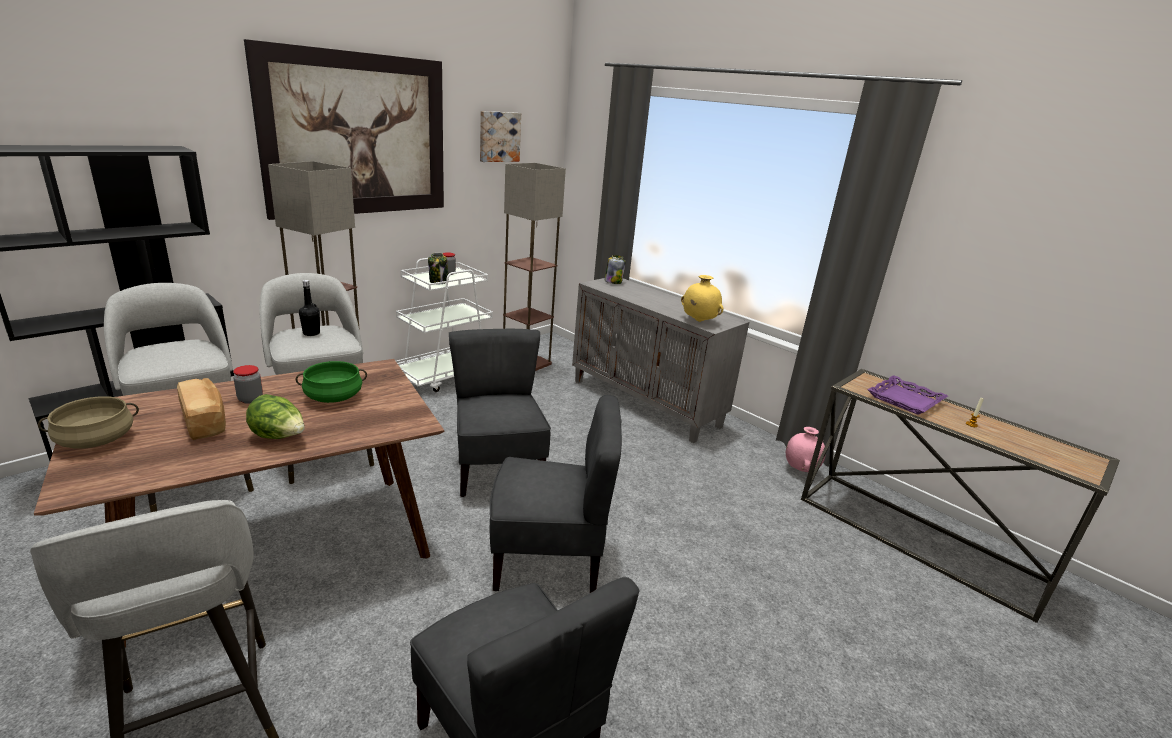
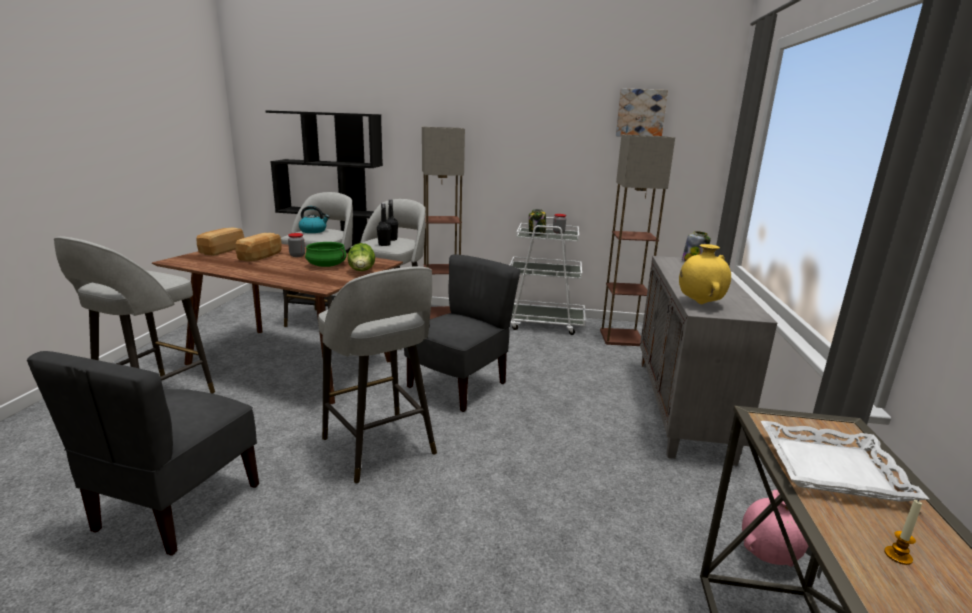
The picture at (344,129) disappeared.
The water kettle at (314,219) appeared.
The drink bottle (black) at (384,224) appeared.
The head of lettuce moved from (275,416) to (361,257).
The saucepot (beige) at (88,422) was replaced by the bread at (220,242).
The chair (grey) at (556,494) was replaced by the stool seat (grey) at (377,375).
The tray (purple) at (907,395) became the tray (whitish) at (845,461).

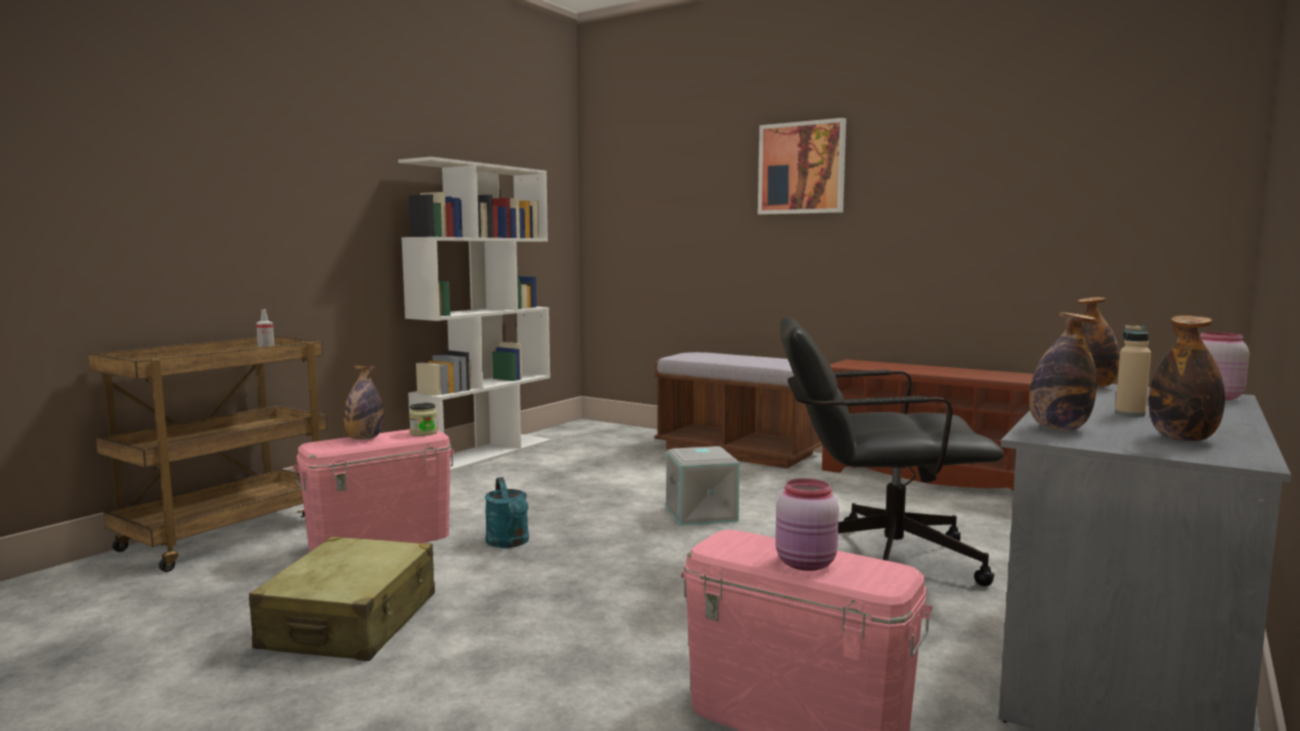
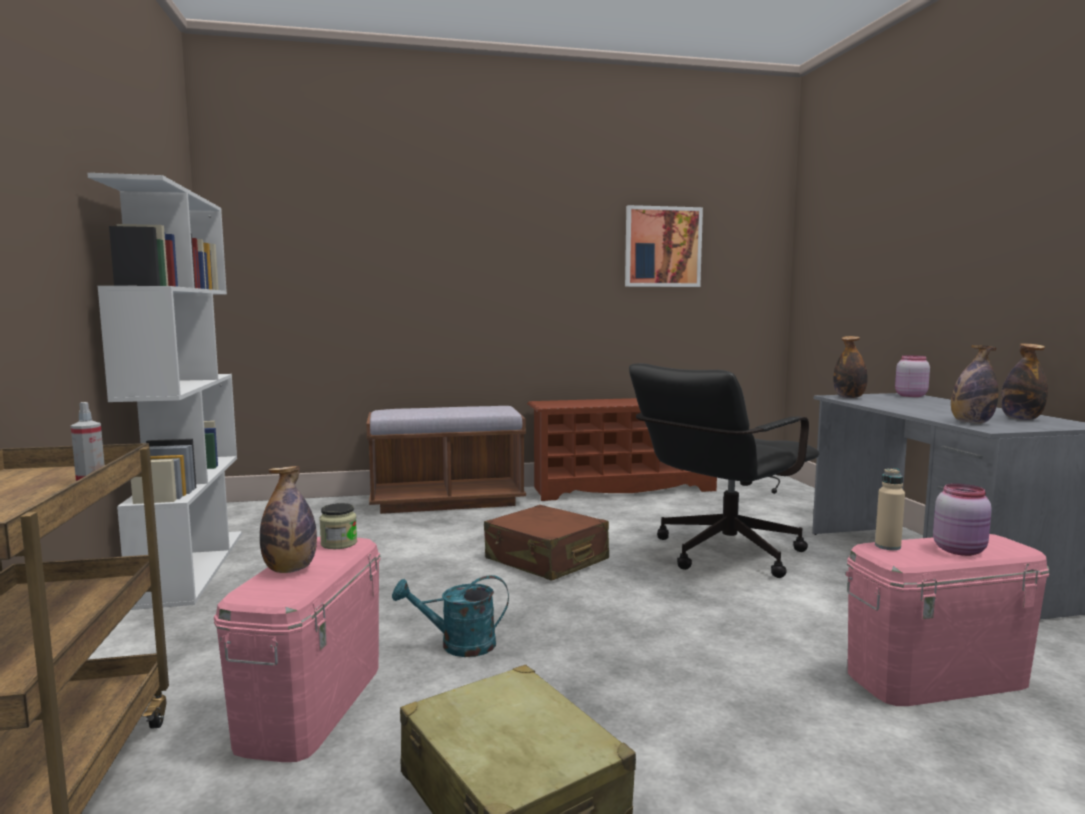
The picture moved from (802,166) to (664,246).
The drink bottle (beige) moved from (1133,370) to (890,509).
The storage container (grey) at (703,486) was replaced by the travel case (brown-coloured) at (546,543).
The watering pot (turquoise-coloured) at (507,512) turned 150 degrees clockwise.

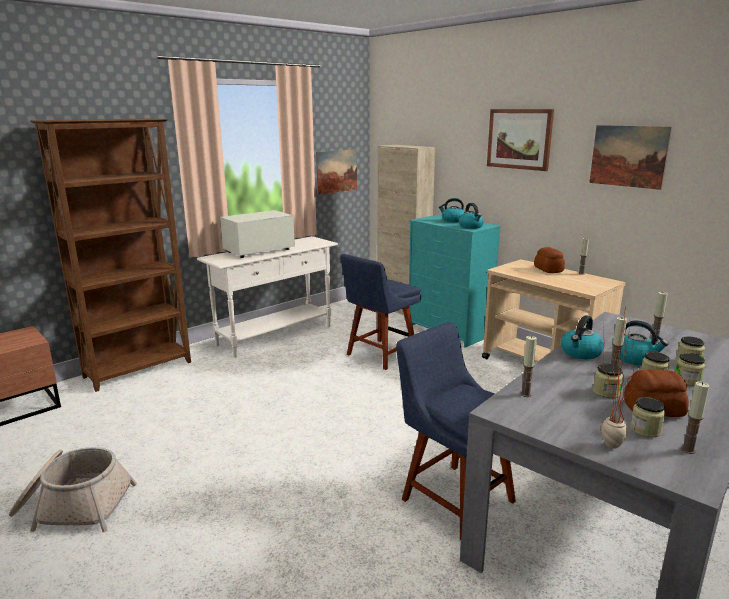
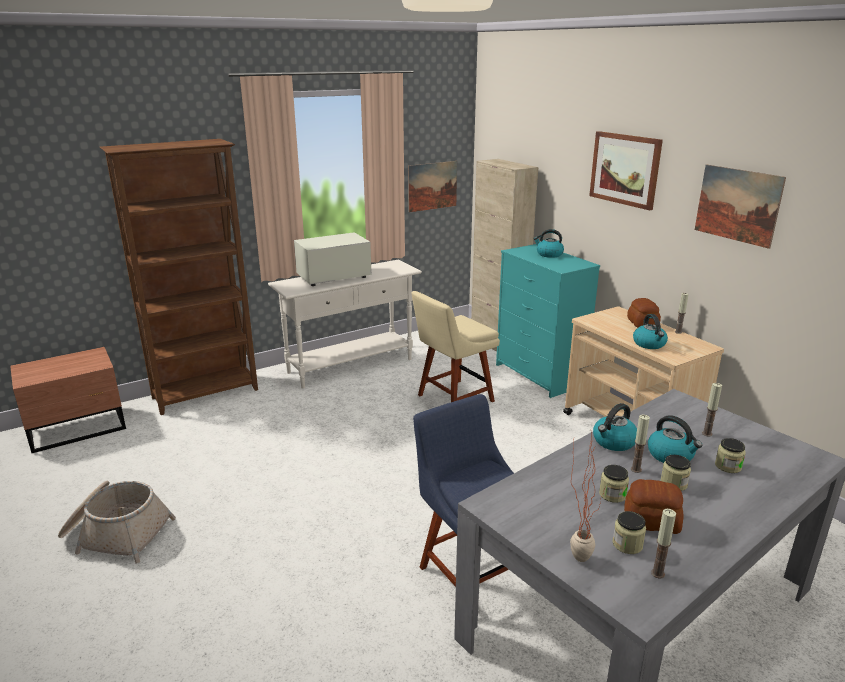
The candle at (528,366) disappeared.
The storage jar at (690,369) disappeared.
The water kettle moved from (471,216) to (650,331).
The chair (blue) at (380,312) became the chair (beige) at (455,346).

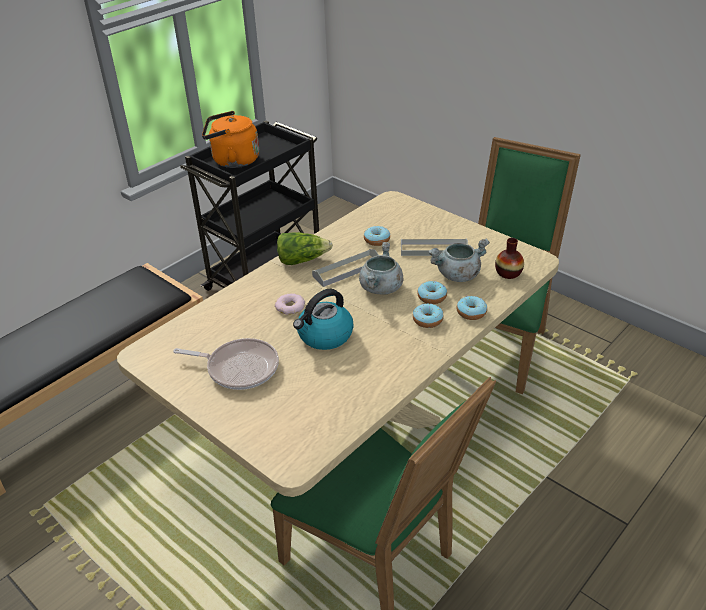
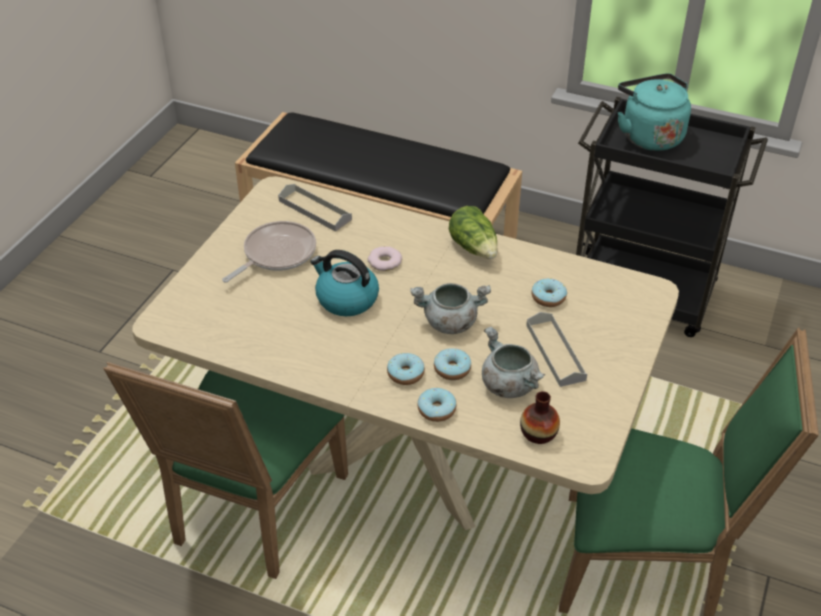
The tray (grey) moved from (345,268) to (315,208).
The water kettle (orange) at (230,139) became the water kettle (turquoise-coloured) at (654,112).
The frying pan at (226,364) turned 135 degrees counterclockwise.

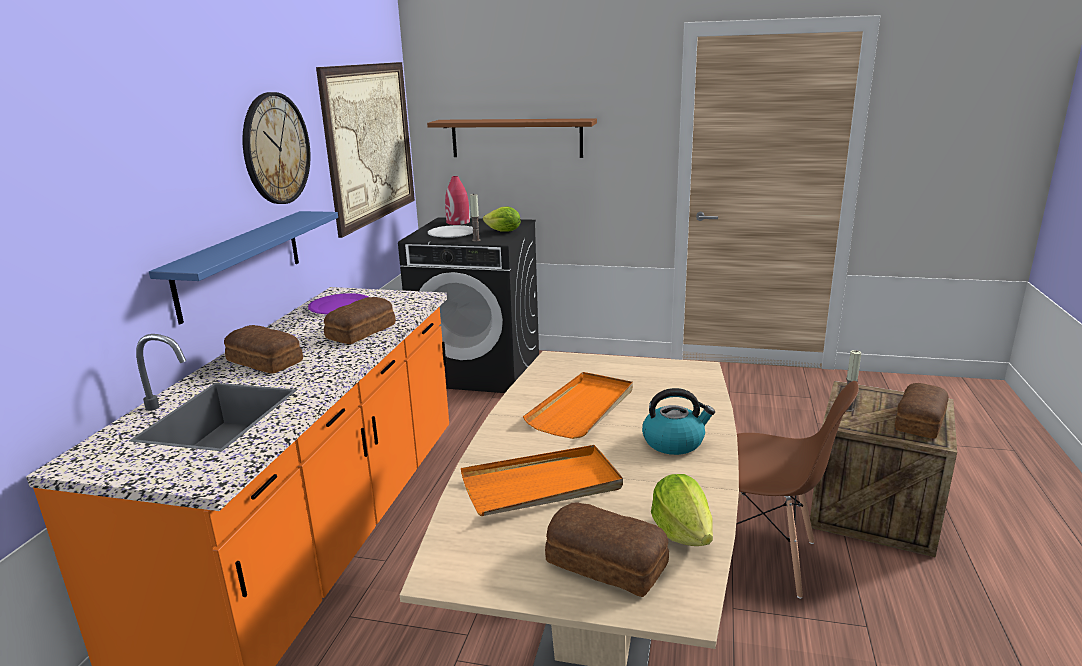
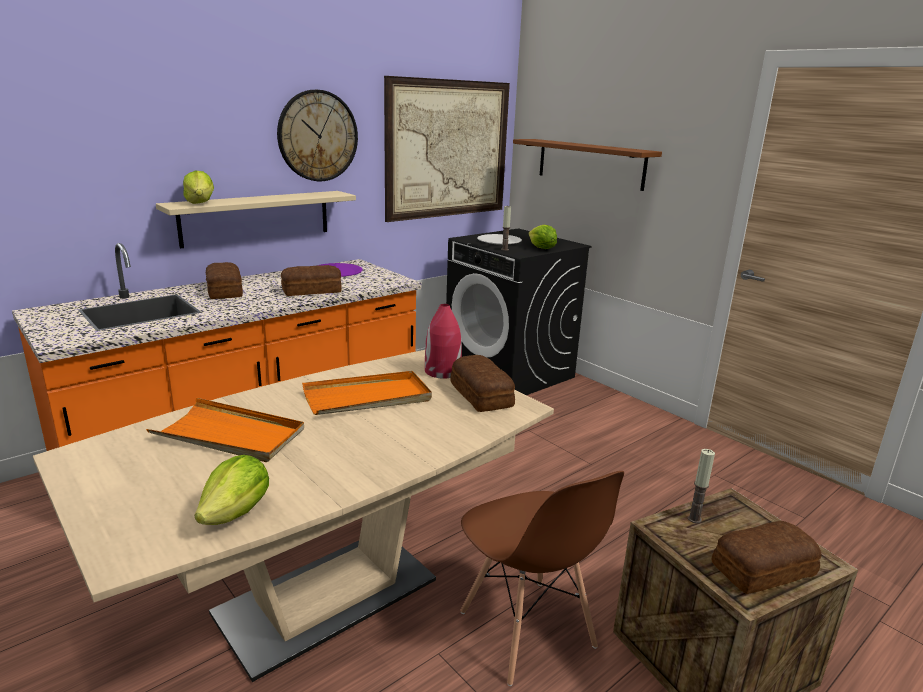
The water kettle at (678,421) disappeared.
The head of lettuce at (198,187) appeared.
The decorative vase (red) moved from (457,200) to (443,341).
The bread moved from (607,549) to (482,383).
The wall shelf (blue) at (243,267) became the wall shelf (beige) at (256,220).

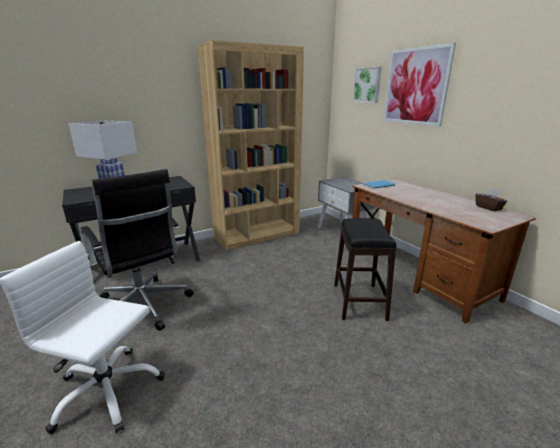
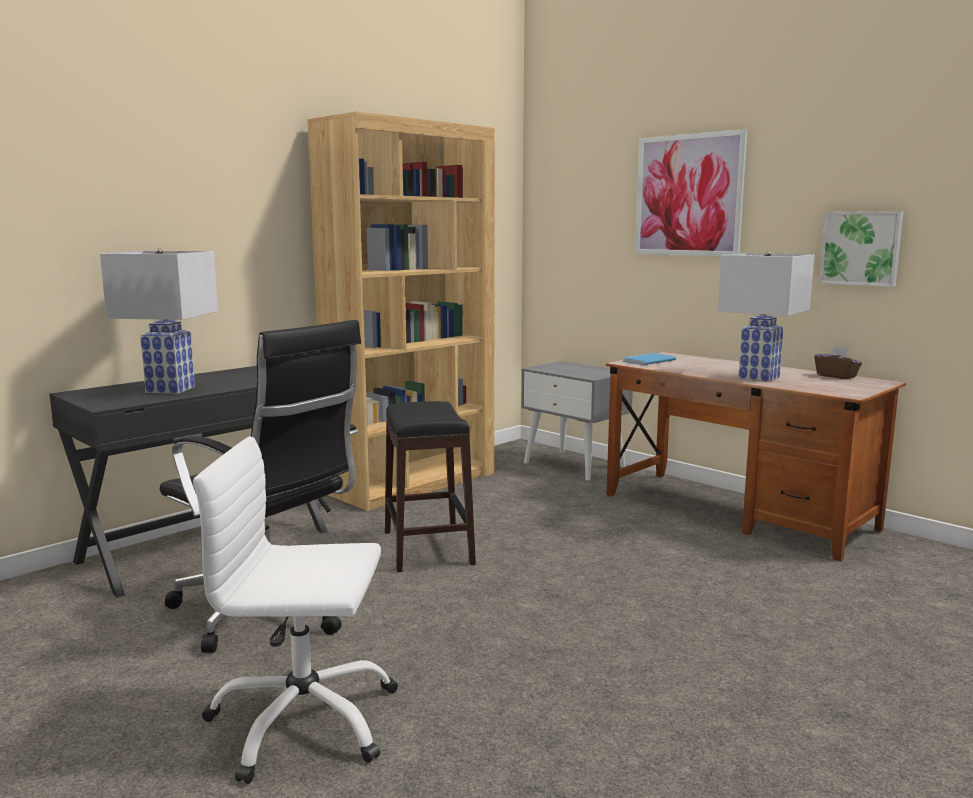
The table lamp (whitish) at (765,316) appeared.
The stool seat (black) moved from (365,269) to (430,486).
The picture moved from (367,85) to (861,249).

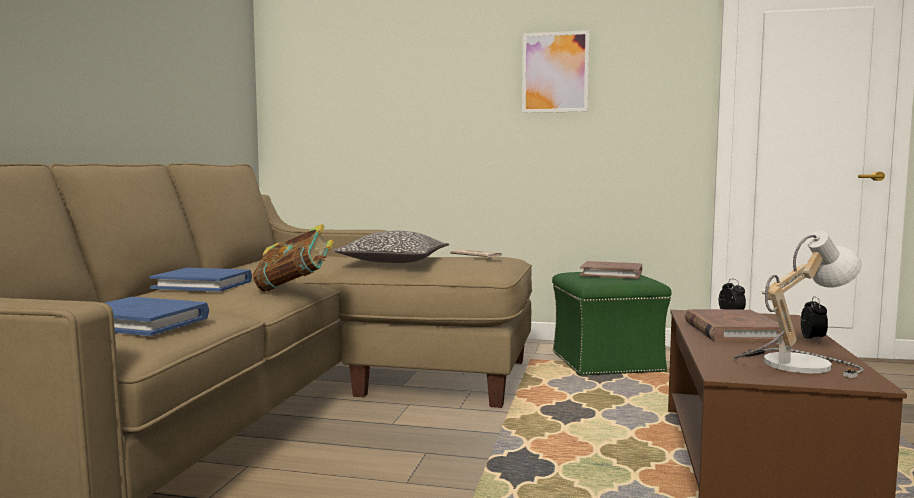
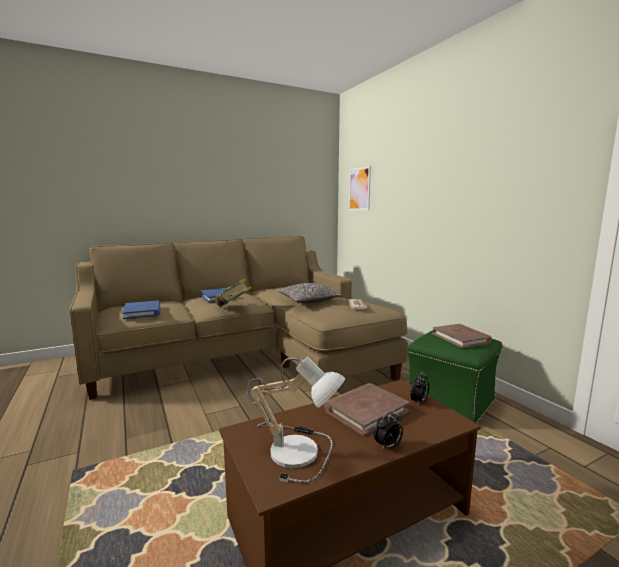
The picture moved from (555,71) to (360,188).

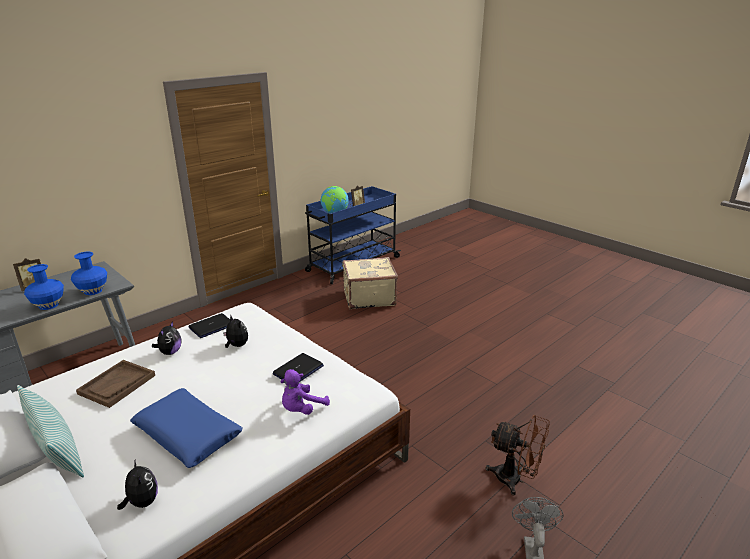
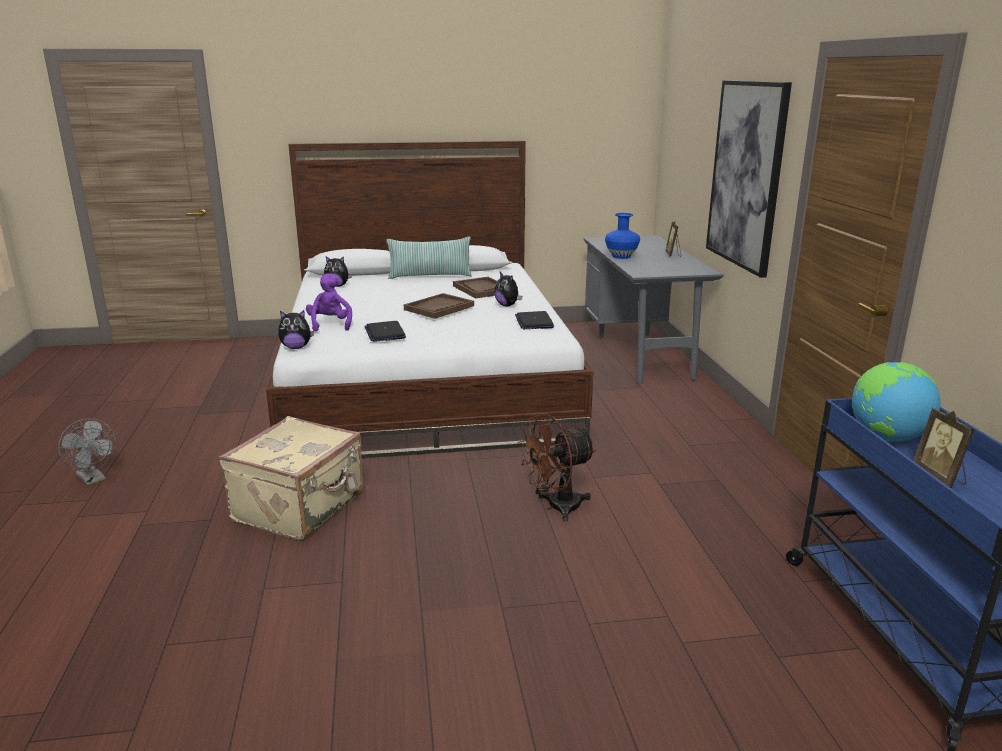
The decorative vase (blue) at (89,273) disappeared.
The cushion (blue) at (186,428) disappeared.
The tray (brown-coloured) at (439,306) appeared.
The picture at (749,179) appeared.
The soft toy moved from (235,332) to (296,329).
The travel case (beige) moved from (370,283) to (291,478).
The electric fan (brown-coloured) moved from (517,455) to (557,467).

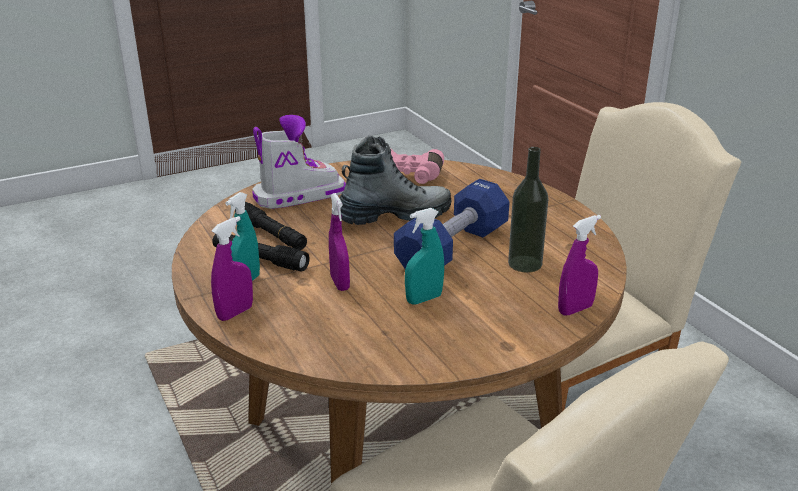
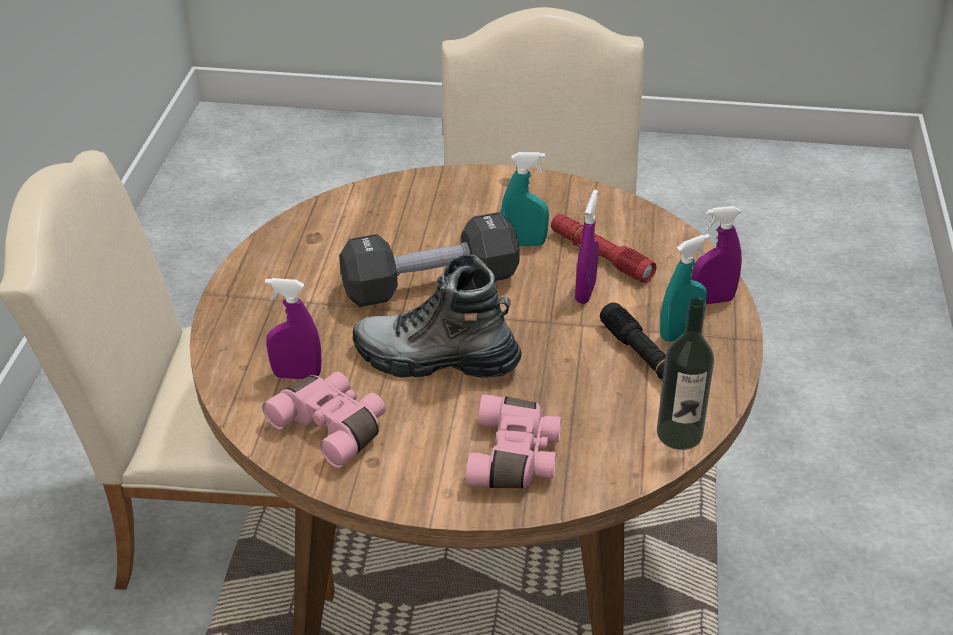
The hand torch (black) at (271,226) disappeared.
The hand torch (red) at (604,248) appeared.
The drink bottle moved from (528,210) to (685,373).
The hand sprayer (purple) moved from (579,265) to (293,328).
The boot at (299,162) was replaced by the pair of binoculars (pink-coloured) at (513,441).
The dumbbell (blue) at (451,224) became the dumbbell (black) at (429,259).

